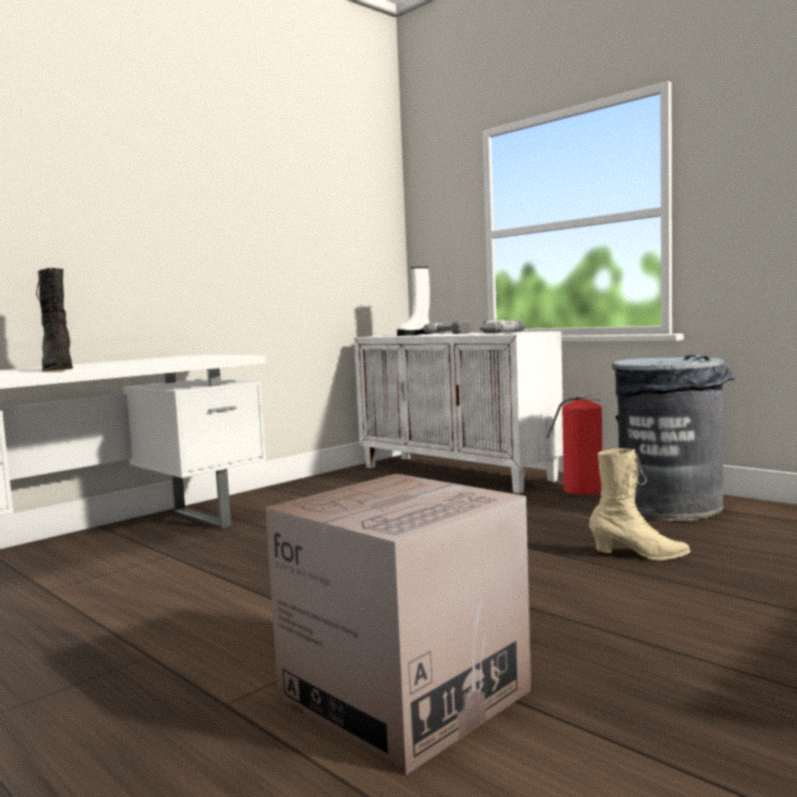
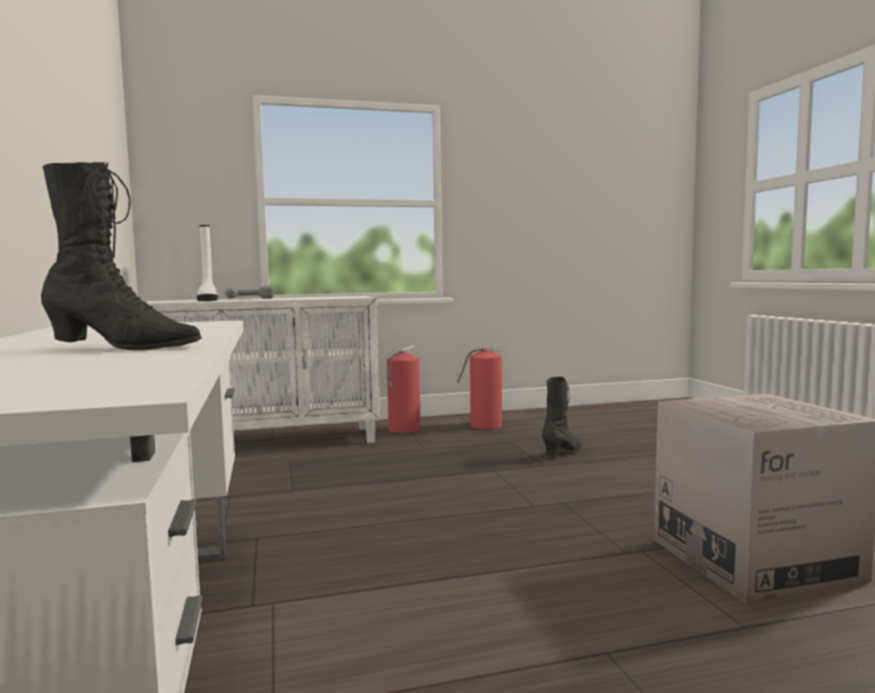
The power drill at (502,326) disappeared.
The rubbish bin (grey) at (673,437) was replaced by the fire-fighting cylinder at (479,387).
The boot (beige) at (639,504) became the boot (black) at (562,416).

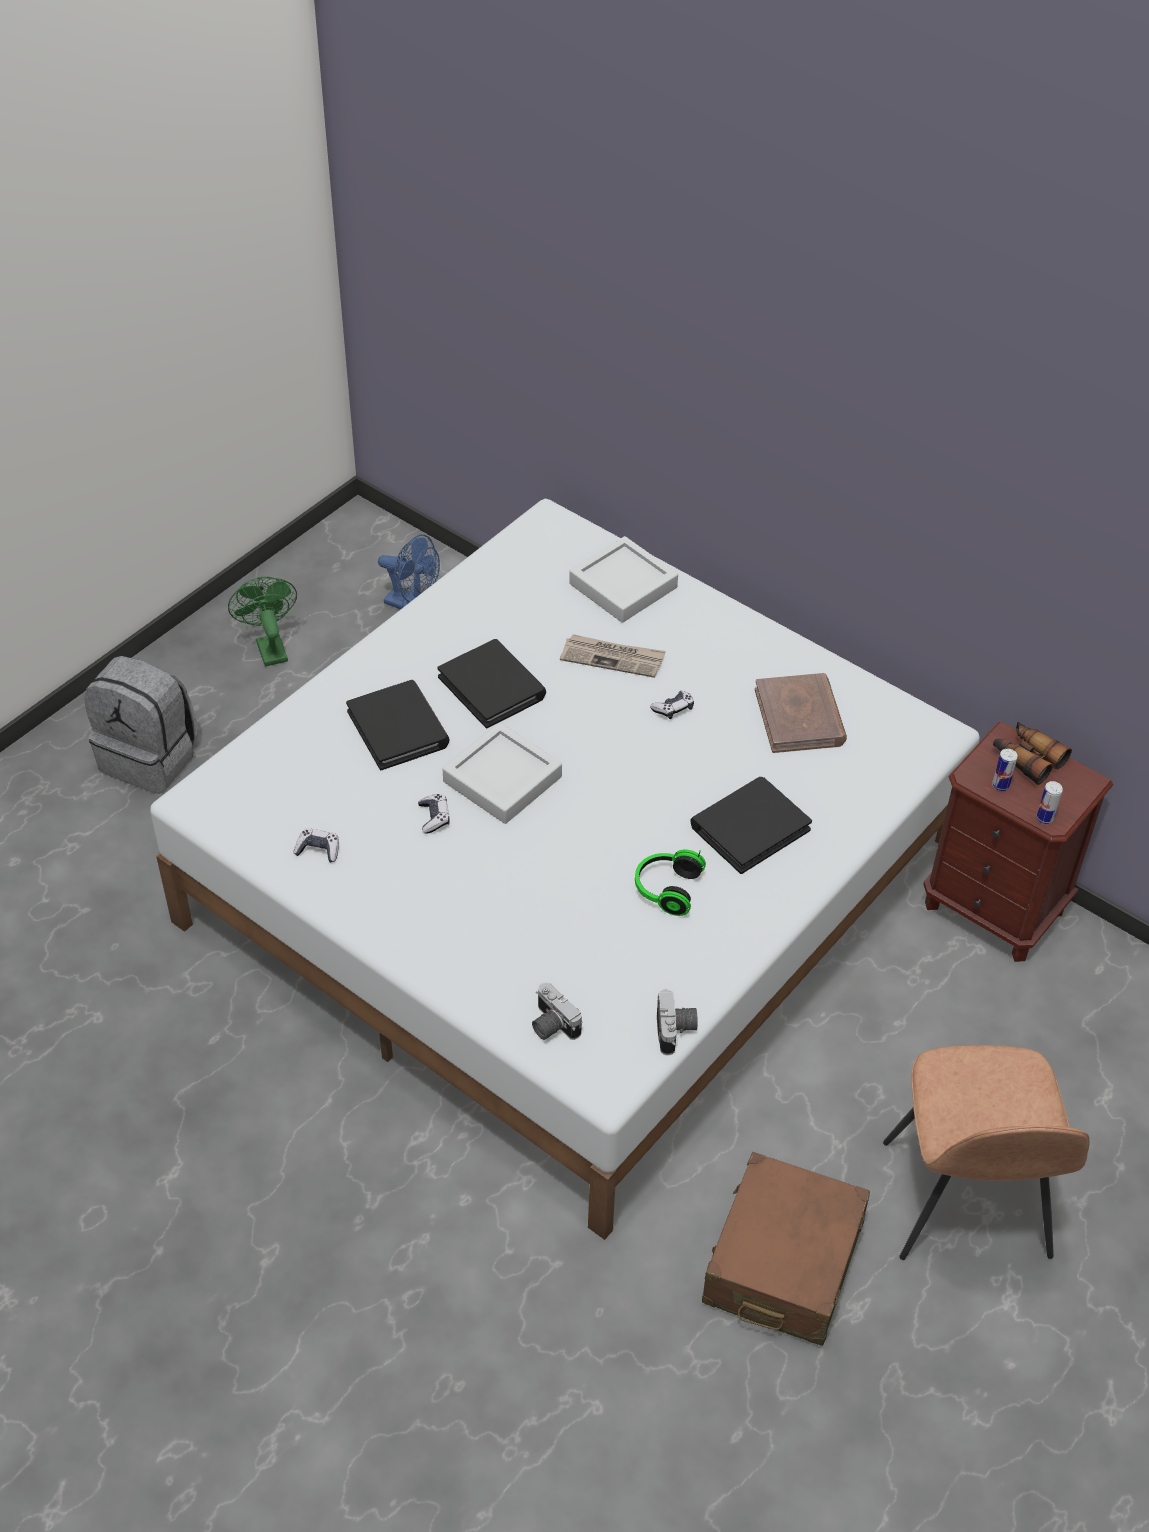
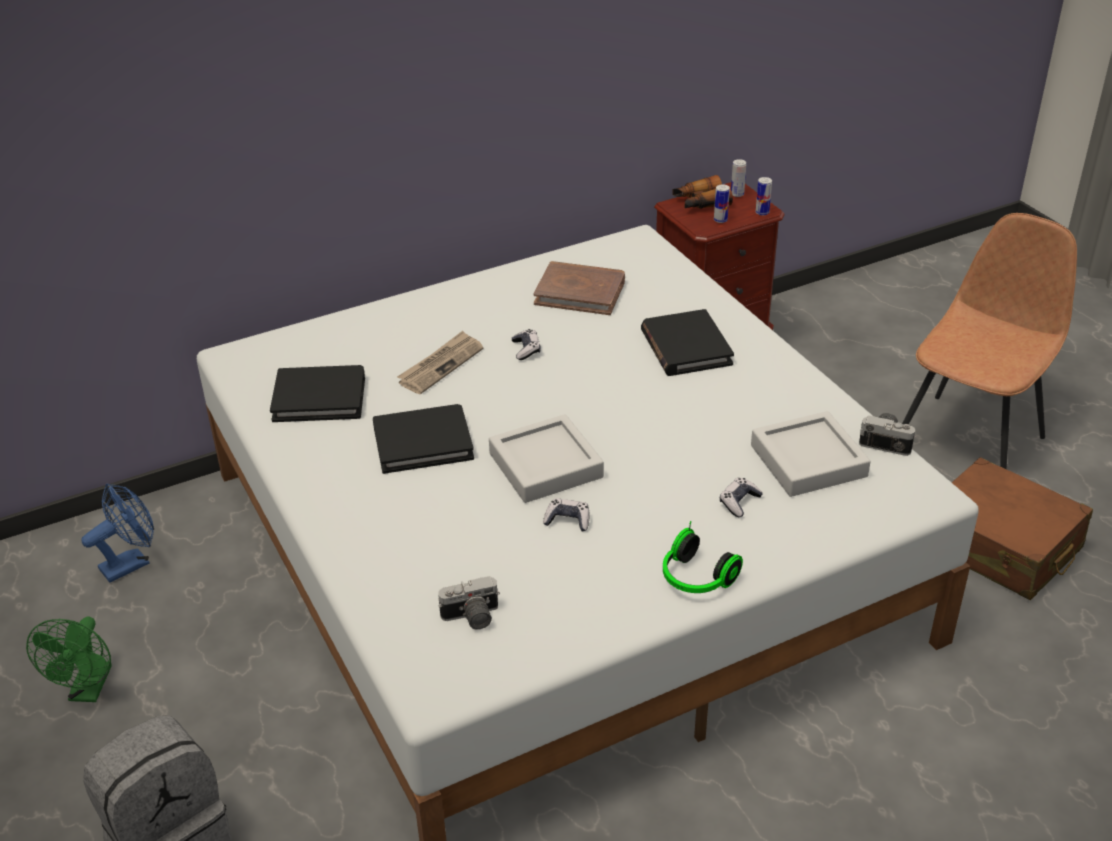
The can at (738,178) appeared.
The game controller moved from (316,845) to (741,497).
The book (black) moved from (397,725) to (317,393).
The photo camera moved from (557,1011) to (469,603).
The tray (grey) moved from (623,579) to (811,454).
The headphones moved from (670,882) to (703,557).
The electric fan (green-coloured) at (262,622) turned 90 degrees counterclockwise.
The chair (brown-coloured) at (986,1152) turned 75 degrees counterclockwise.

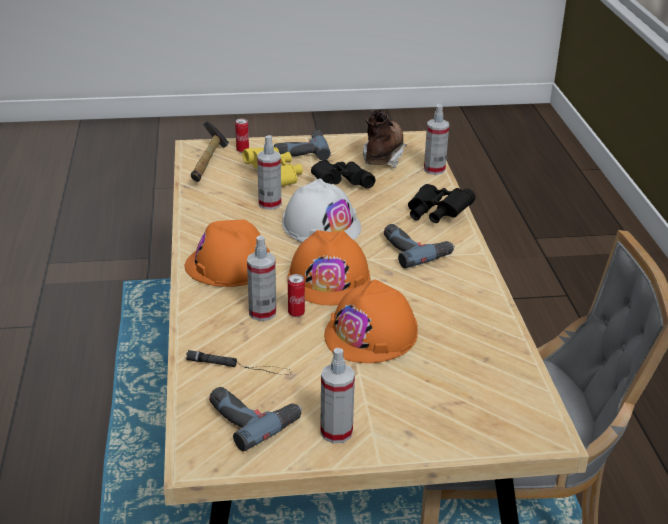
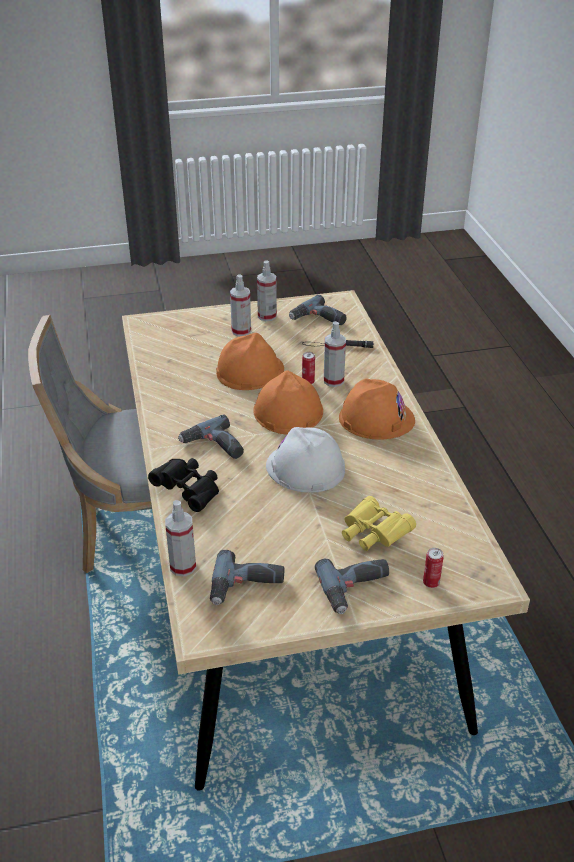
The hand hammer at (210,151) disappeared.
The pair of binoculars (black) at (343,174) disappeared.
The hand sprayer moved from (269,172) to (240,305).
The boot (brown-coloured) at (385,138) was replaced by the power drill at (247,577).

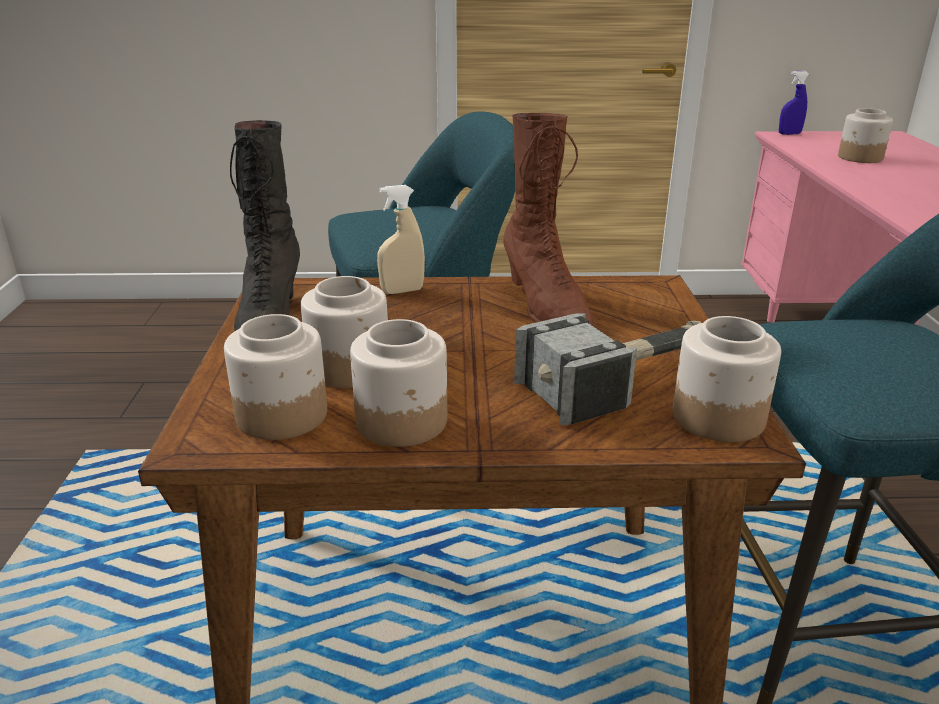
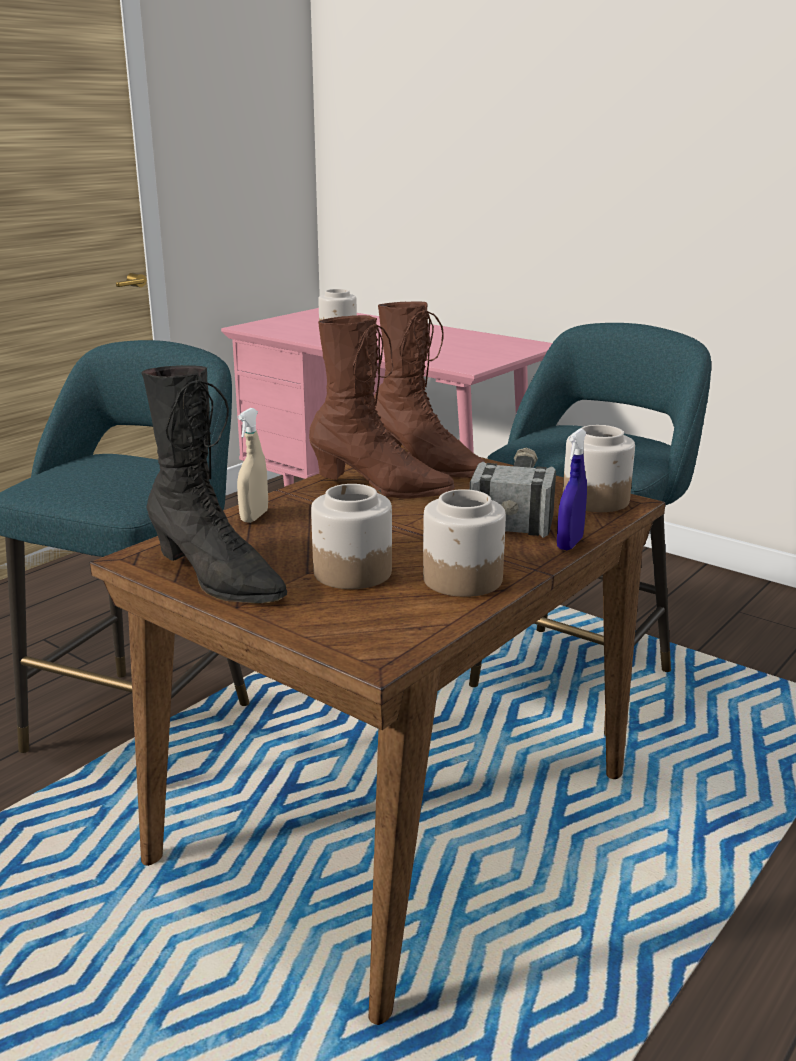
The storage jar at (275,377) disappeared.
The boot (brown-coloured) at (430,389) appeared.
The hand sprayer (blue) moved from (794,103) to (572,489).

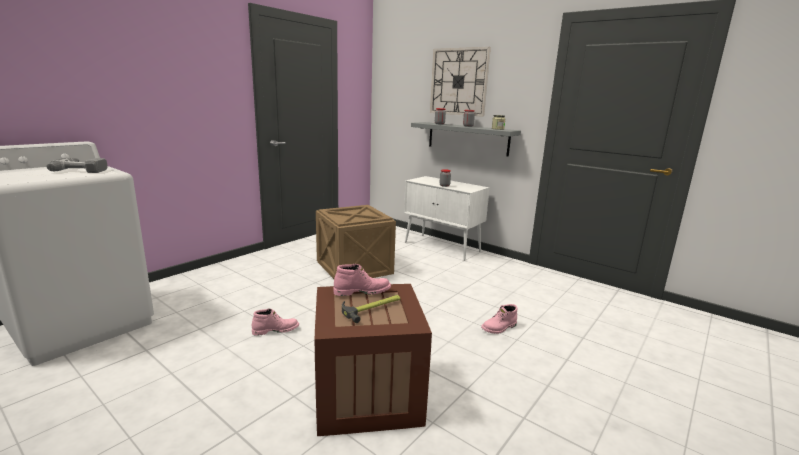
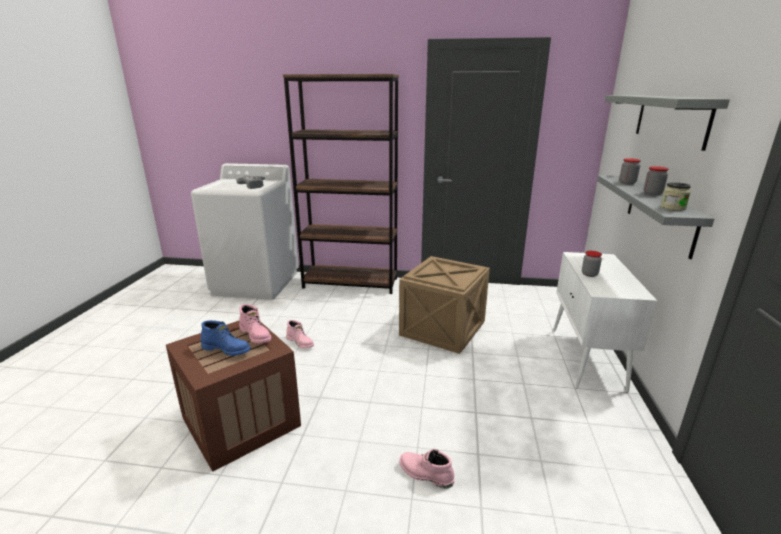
The bookshelf (brown-coloured) at (341,184) appeared.
The hand hammer at (371,309) was replaced by the boot (blue) at (226,338).
The wall clock at (460,82) was replaced by the wall shelf (grey) at (667,123).

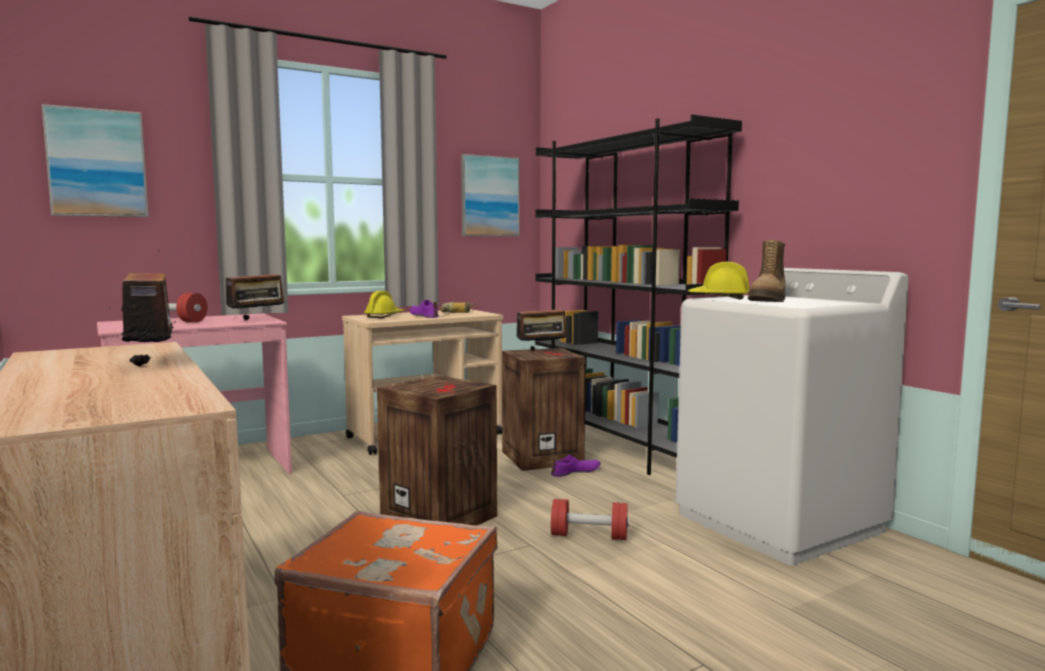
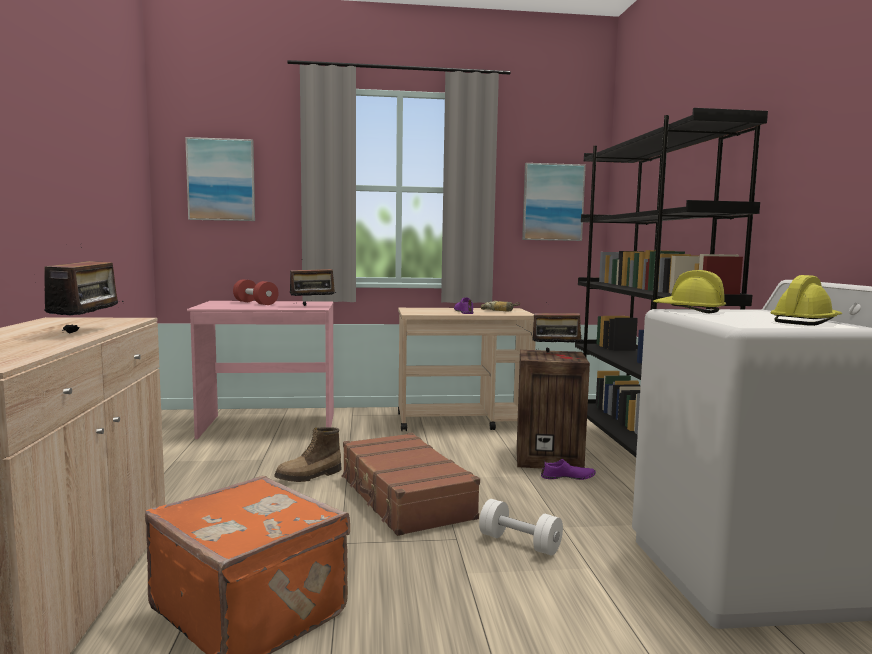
The hard hat (yellow) moved from (384,304) to (806,300).
The boot moved from (767,271) to (307,454).
The shipping crate at (437,450) was replaced by the travel case (brown-coloured) at (410,484).
The dumbbell (red) at (590,519) became the dumbbell (whitish) at (521,527).

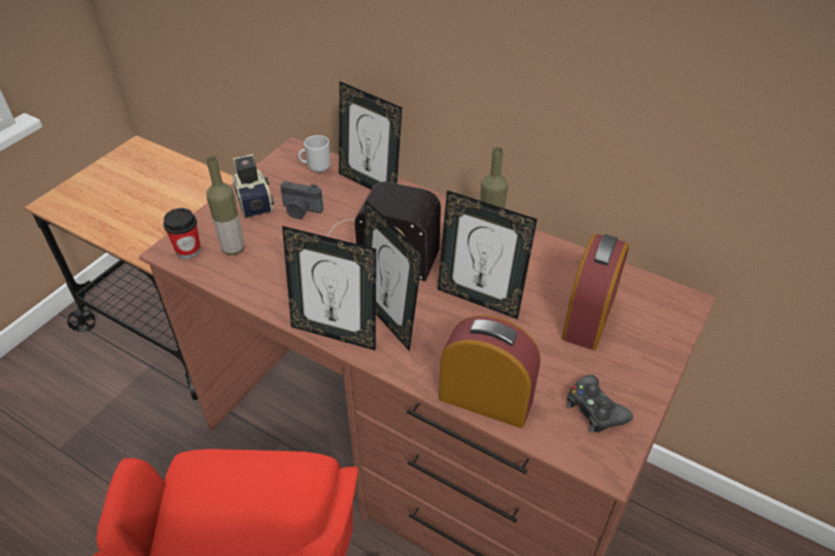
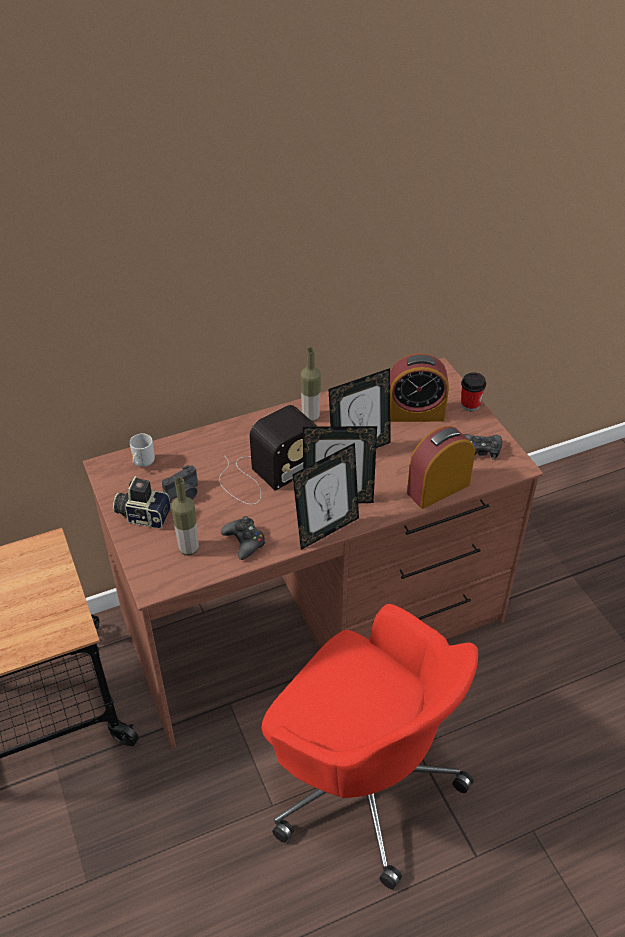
The standing frame at (370,135) disappeared.
The game controller (black) at (243,538) appeared.
The small cup moved from (182,233) to (473,391).
The alarm clock at (595,292) turned 120 degrees clockwise.

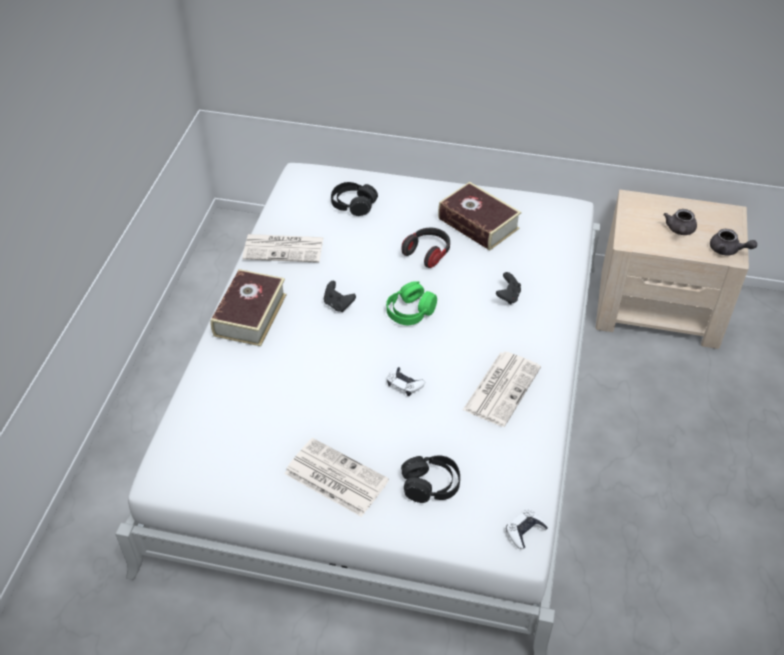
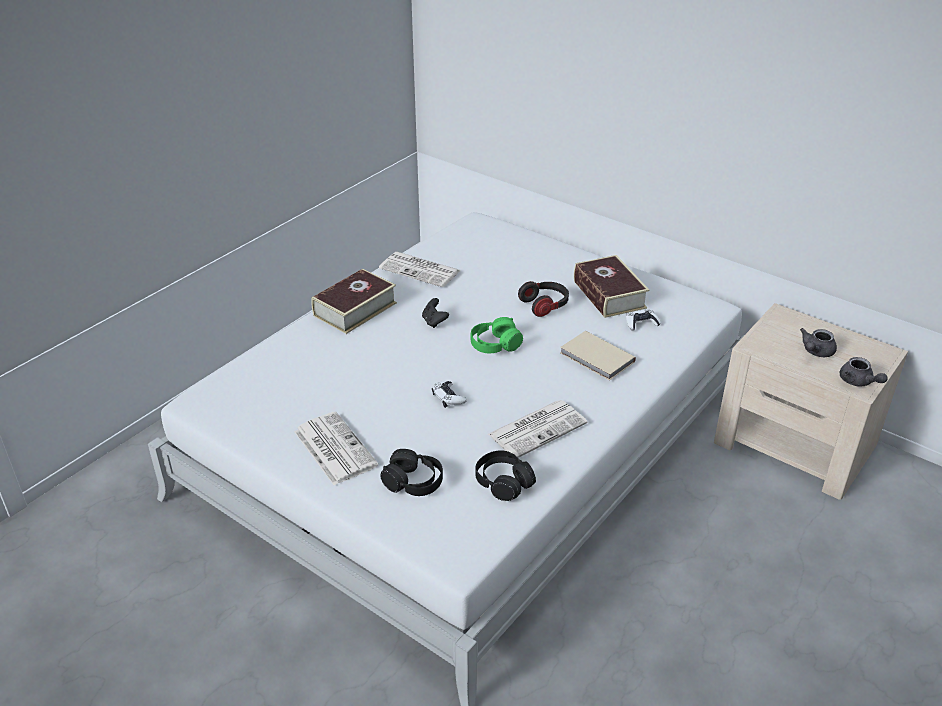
The headphones (black) moved from (354,199) to (505,475).
The game controller (whitish) moved from (527,529) to (643,320).
The game controller (black) at (508,288) was replaced by the book (beige) at (598,355).

